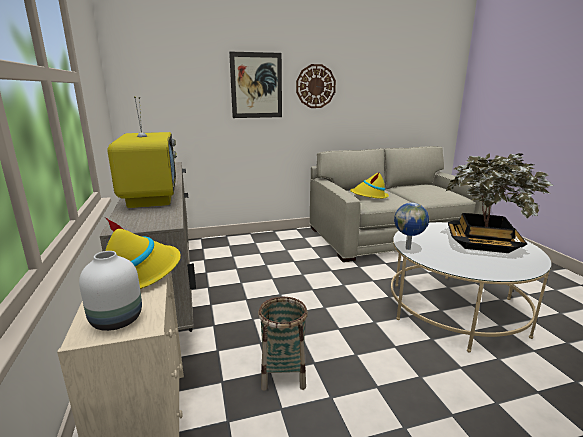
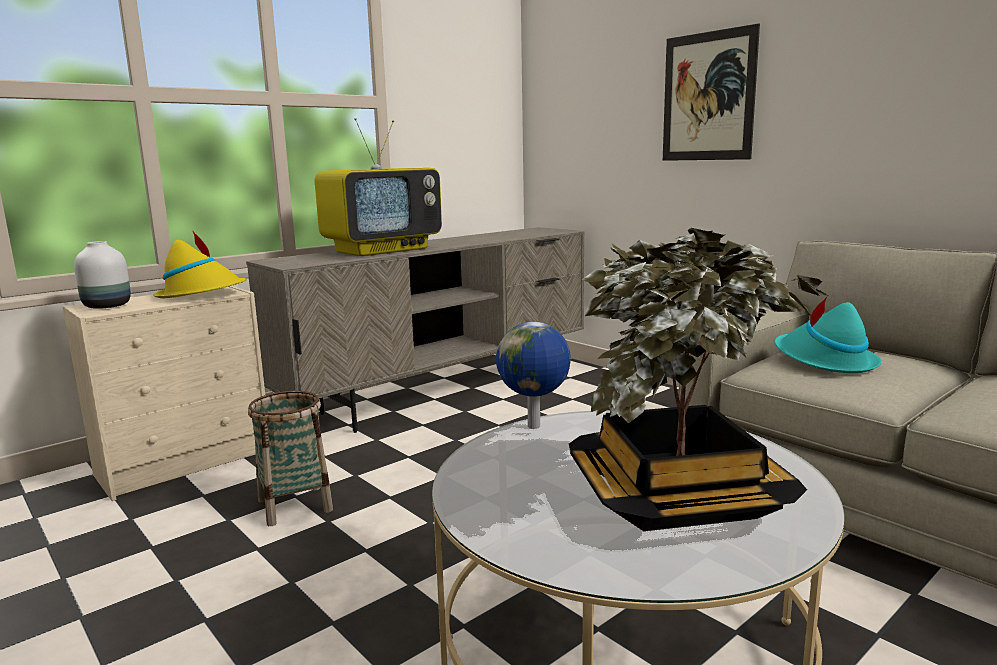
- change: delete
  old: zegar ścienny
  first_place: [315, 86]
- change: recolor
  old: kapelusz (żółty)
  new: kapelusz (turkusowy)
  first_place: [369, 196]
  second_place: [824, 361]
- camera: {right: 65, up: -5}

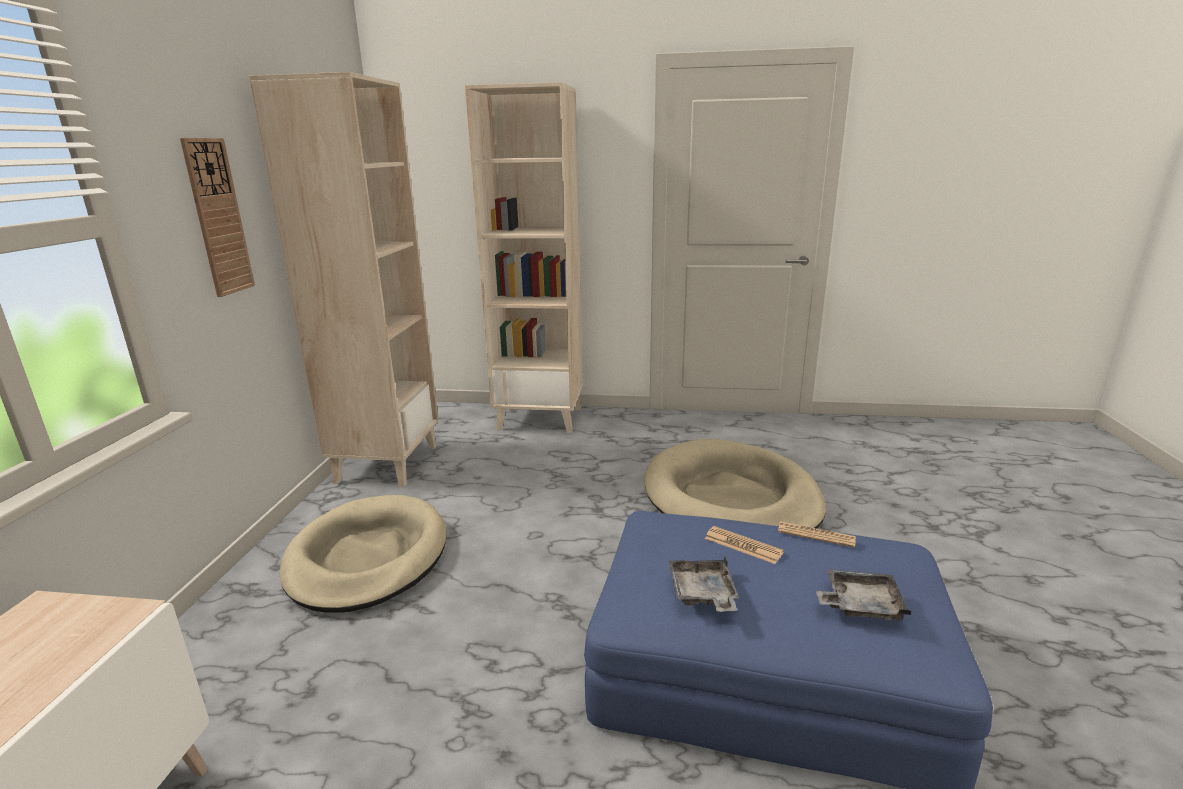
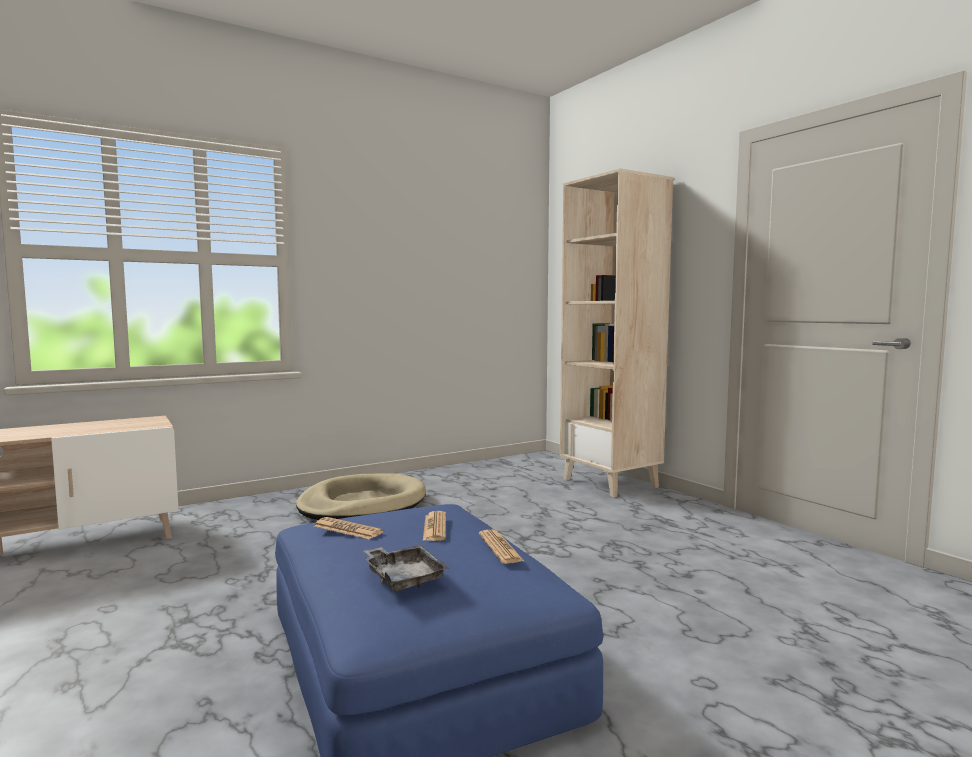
- change: delete
  old: regał (beżowy)
  first_place: [387, 463]
- change: delete
  old: zegar ścienny
  first_place: [218, 217]
- change: delete
  old: legowisko (beżowy)
  first_place: [731, 499]
- change: replace
  old: taca (szary)
  new: gazeta
  first_place: [702, 594]
  second_place: [348, 529]
- camera: {right: 50, up: -15}

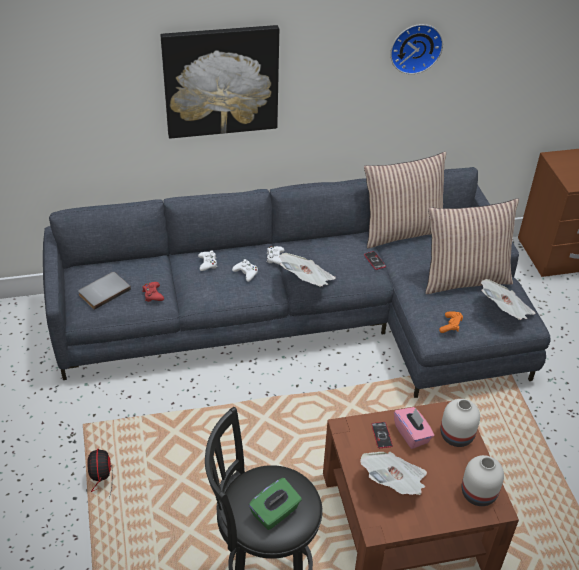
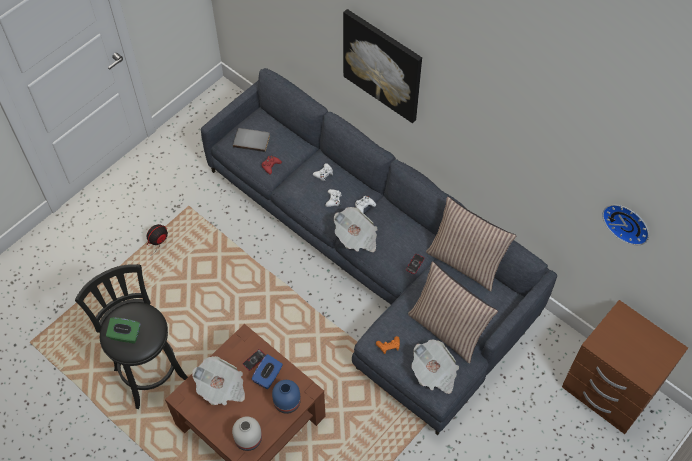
- change: move
  old: zegar ścienny
  first_place: [415, 47]
  second_place: [628, 222]
- change: recolor
  old: wazon (biały)
  new: wazon (niebieski)
  first_place: [456, 435]
  second_place: [287, 402]
- change: recolor
  old: pudełko chusteczek (różowy)
  new: pudełko chusteczek (niebieski)
  first_place: [412, 434]
  second_place: [268, 376]
- camera: {right: 55, up: 15}

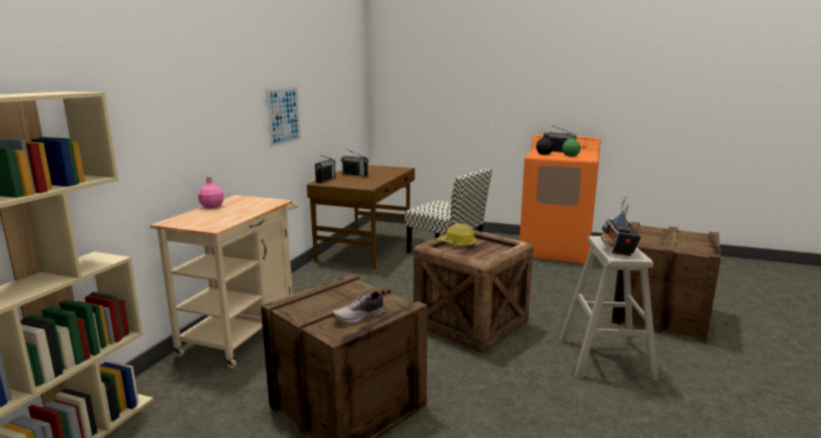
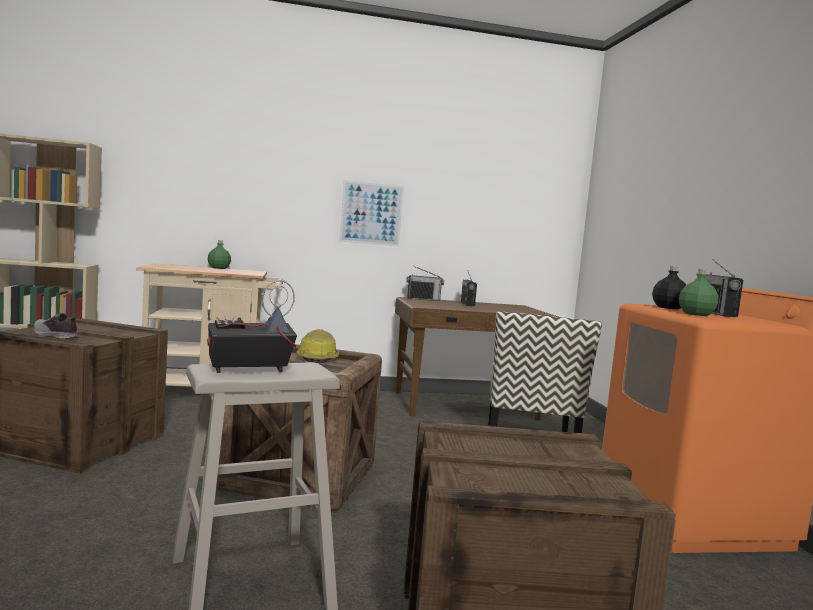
- change: recolor
  old: butelka (różowy)
  new: butelka (zielony)
  first_place: [212, 206]
  second_place: [219, 268]
- camera: {right: 60, up: -10}

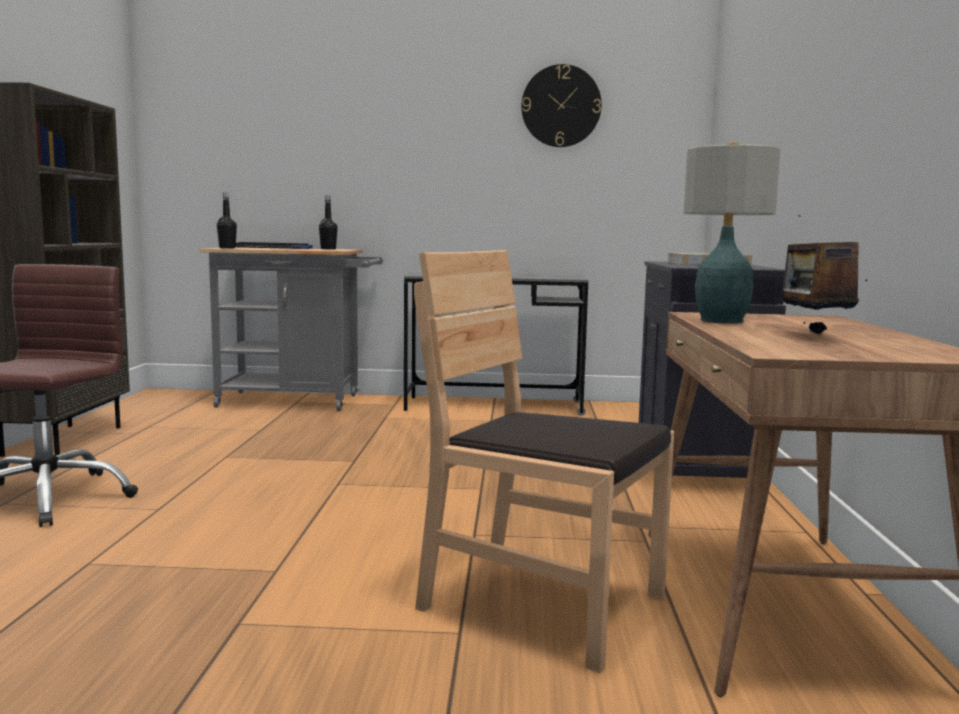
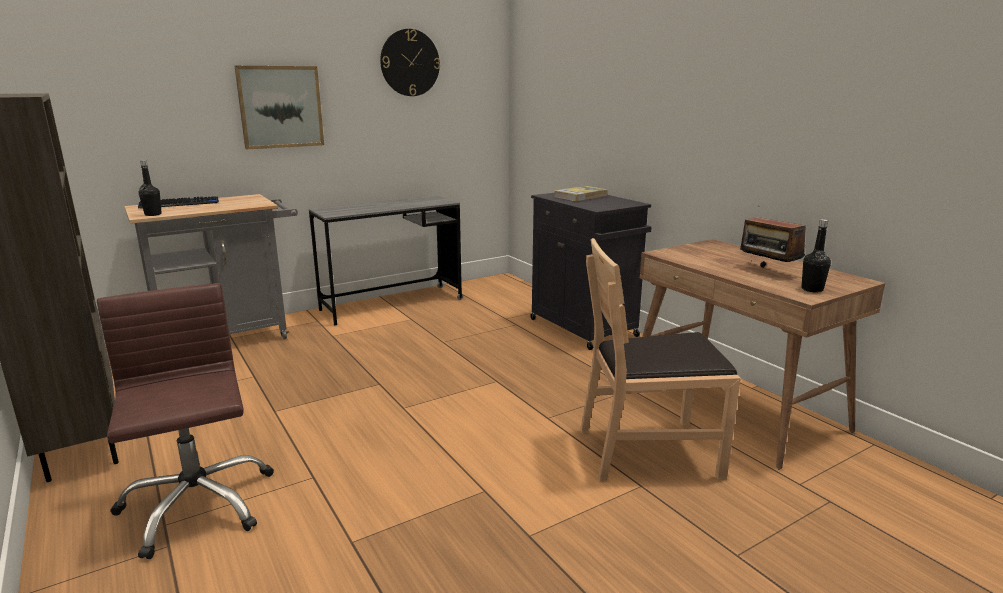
- change: delete
  old: lampa stołowa
  first_place: [721, 321]
- change: move
  old: butelka (czarny)
  first_place: [328, 249]
  second_place: [812, 289]
- change: insert
  new: obraz
  second_place: [280, 107]
- camera: {right: -35, up: 10}

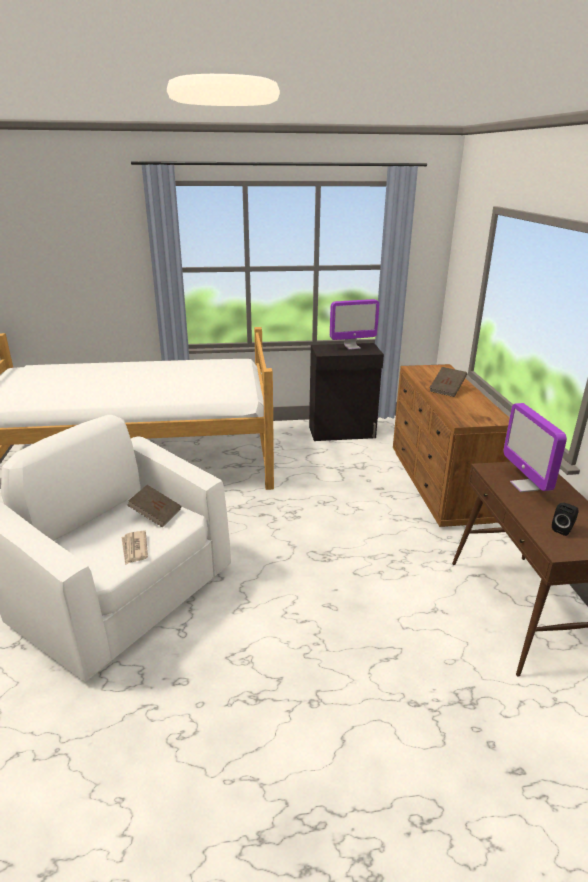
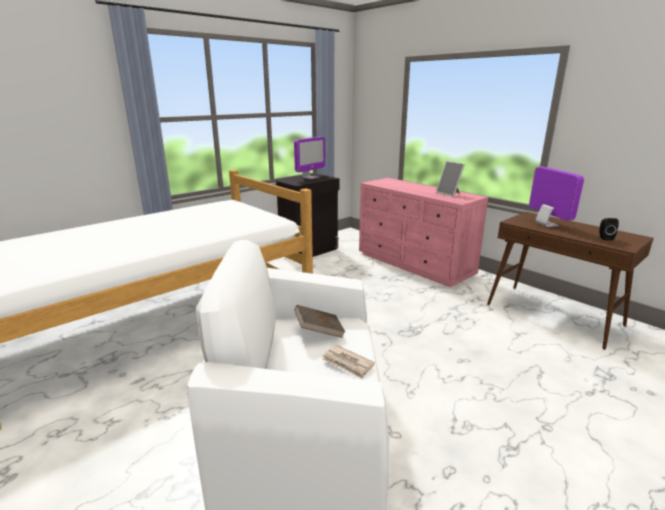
- change: recolor
  old: komoda (brązowy)
  new: komoda (różowy)
  first_place: [439, 484]
  second_place: [415, 264]
- change: delete
  old: książka (brązowy)
  first_place: [447, 390]
- change: rotate
  old: monitor
  first_place: [525, 486]
  second_place: [546, 224]
  degrees: -150
- change: insert
  new: ramka na zdjęcie
  second_place: [449, 193]
- camera: {right: -35, up: -5}

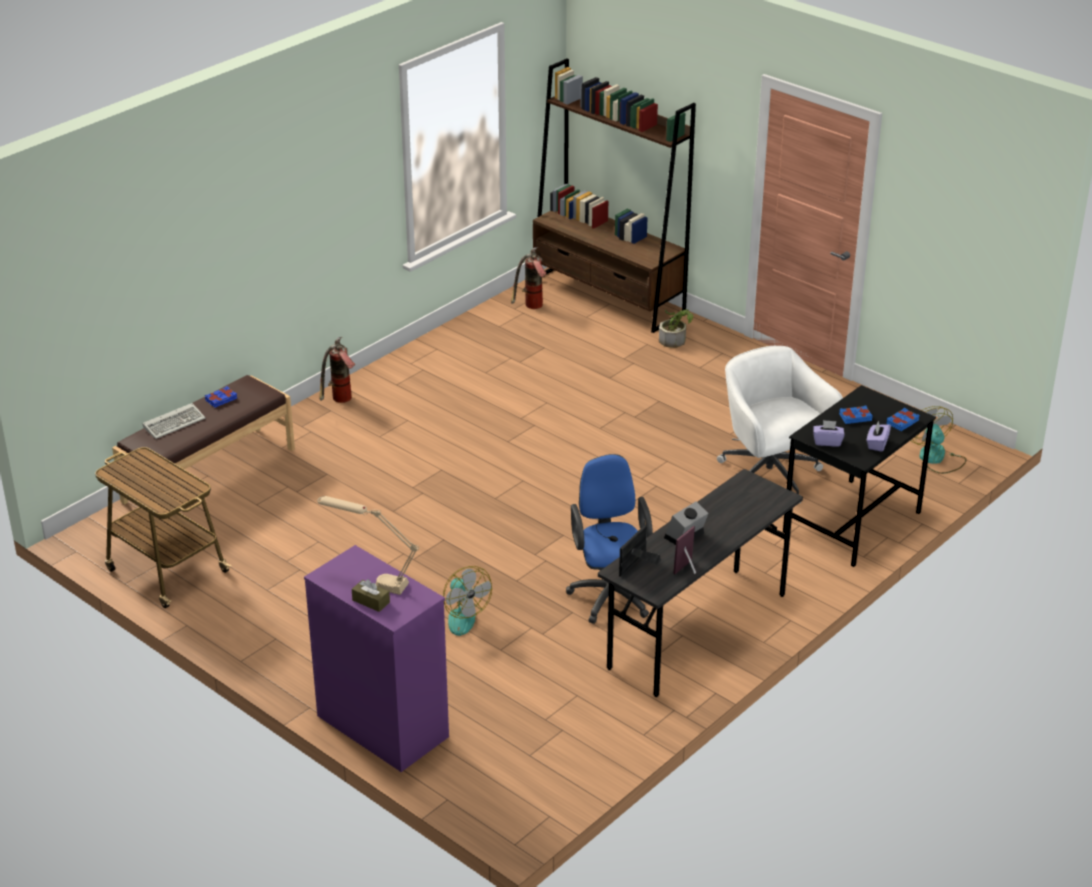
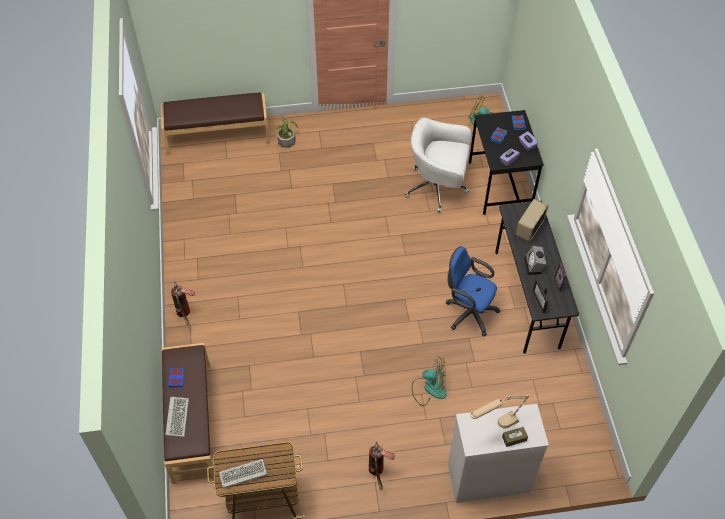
- change: replace
  old: regał (brązowy)
  new: ławka (brązowy)
  first_place: [608, 296]
  second_place: [218, 136]
- change: move
  old: gaśnica
  first_place: [530, 308]
  second_place: [378, 474]
- change: recolor
  old: komoda (fioletowy)
  new: komoda (biały)
  first_place: [381, 726]
  second_place: [487, 478]
- change: insert
  new: radio
  second_place: [529, 228]
- change: insert
  new: klawiatura
  second_place: [242, 475]
- camera: {right: -50, up: 20}

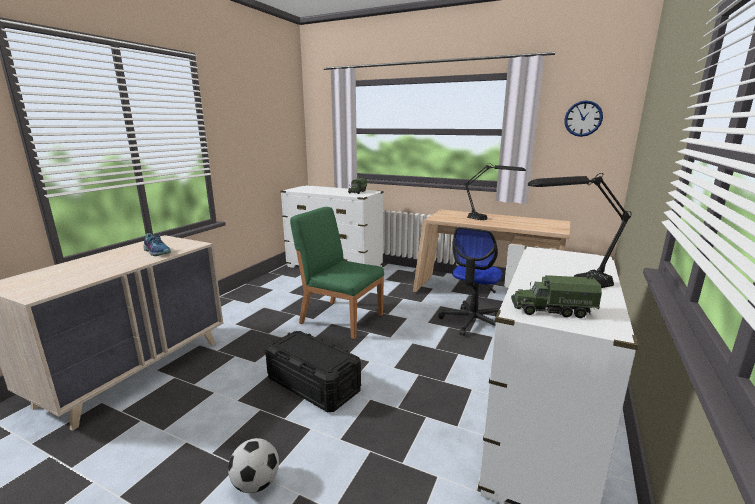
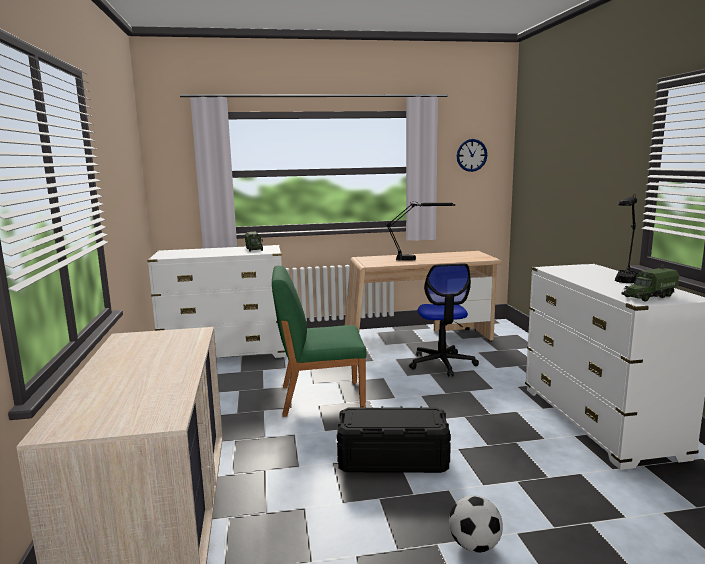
- change: delete
  old: but
  first_place: [157, 251]
- camera: {right: -35, up: -5}

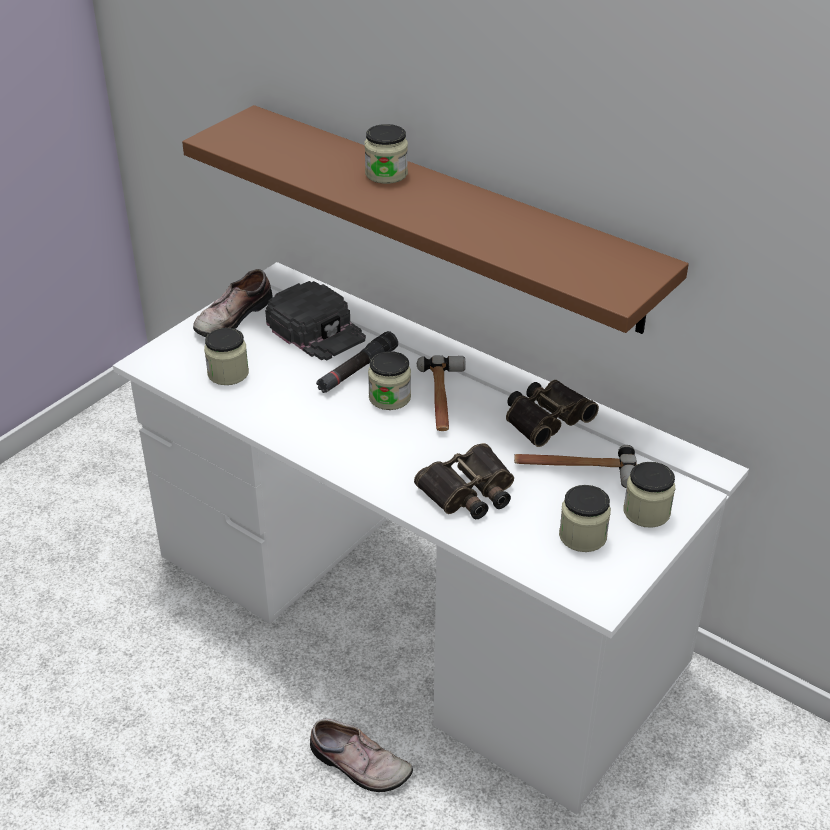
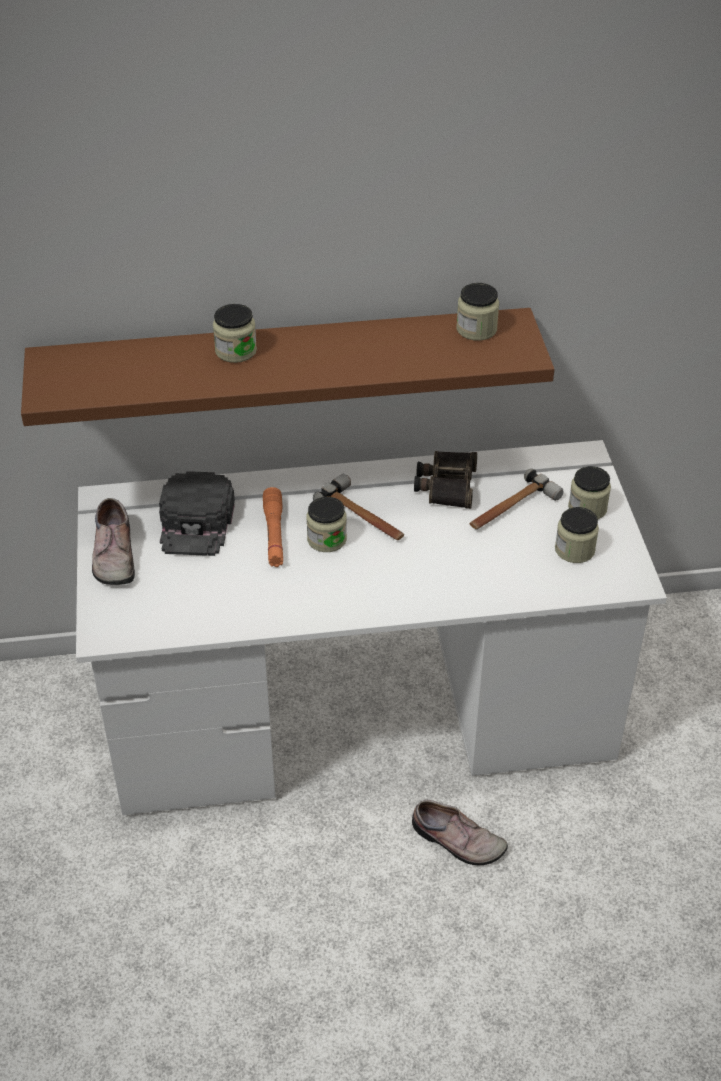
- change: rotate
  old: czapka z daszkiem (czarny)
  first_place: [317, 329]
  second_place: [197, 522]
  degrees: 90
- change: move
  old: słoik
  first_place: [228, 373]
  second_place: [476, 329]
- change: recolor
  old: latarka (czarny)
  new: latarka (pomarańczowy)
  first_place: [357, 370]
  second_place: [274, 534]
- change: delete
  old: lornetka
  first_place: [469, 492]
- change: rotate
  old: but
  first_place: [358, 766]
  second_place: [457, 842]
  degrees: 45
- camera: {right: -45, up: 5}

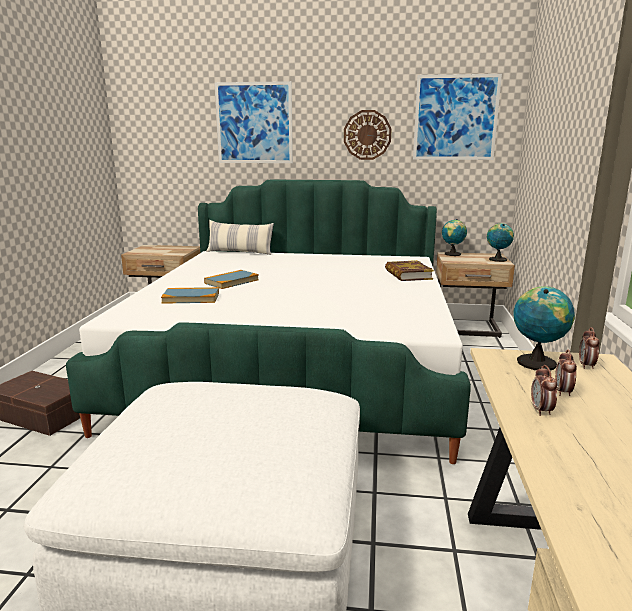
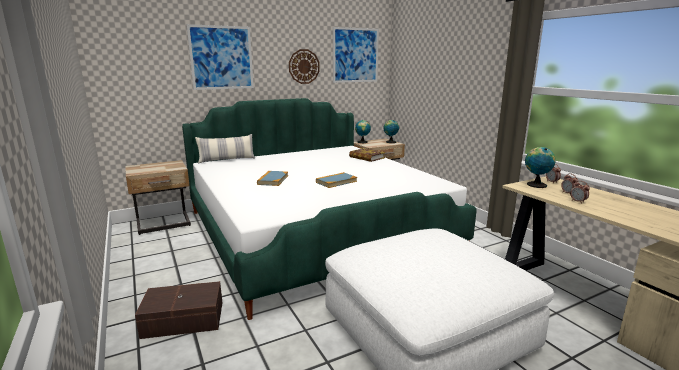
- change: move
  old: książka
  first_place: [191, 298]
  second_place: [336, 182]
- camera: {right: -35, up: 0}

